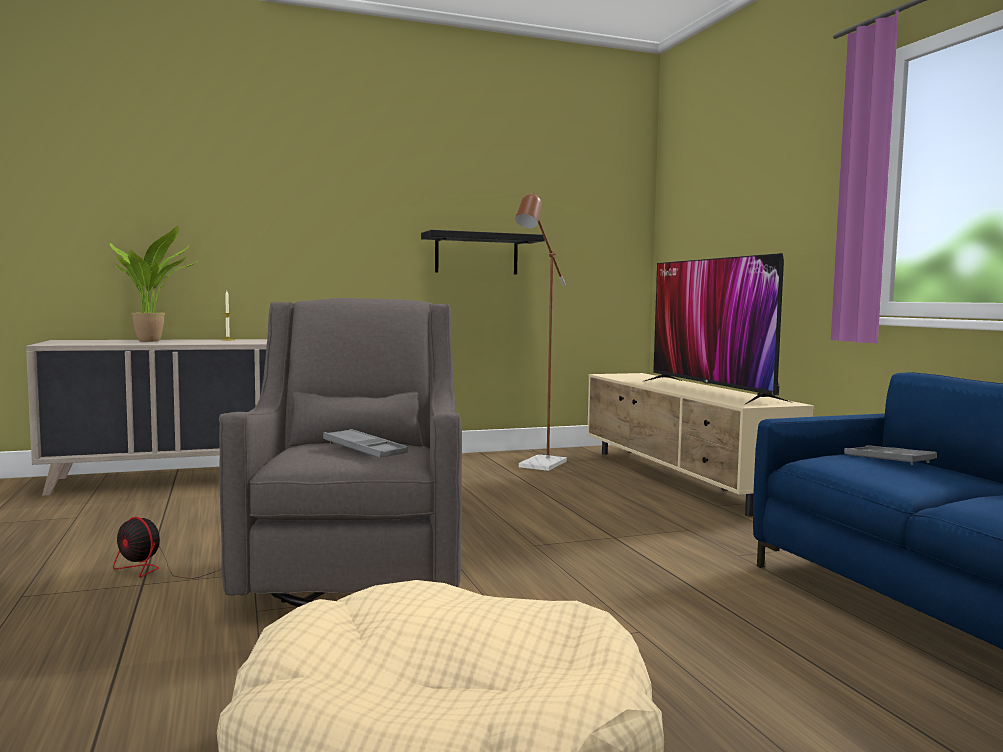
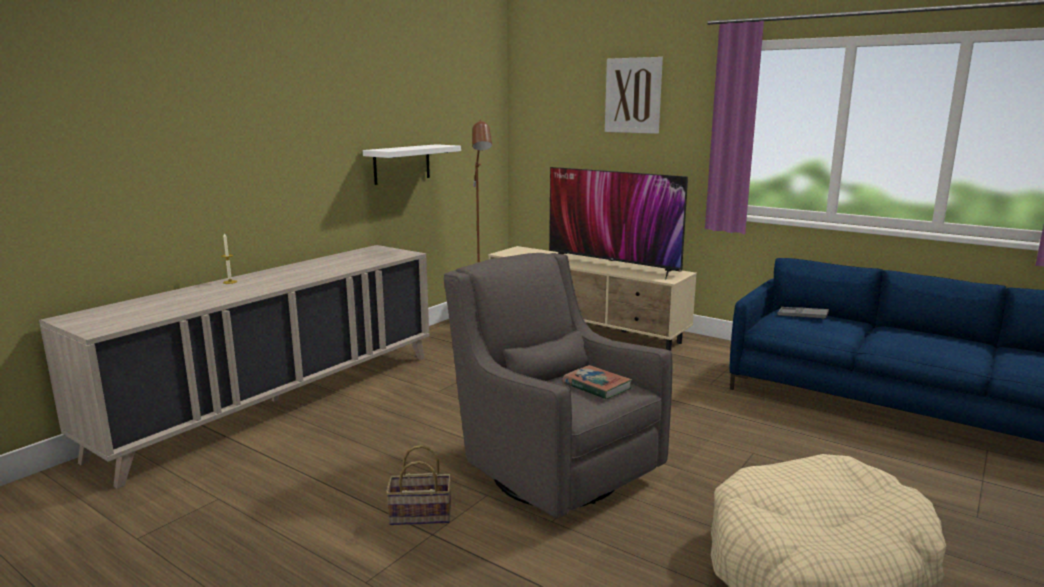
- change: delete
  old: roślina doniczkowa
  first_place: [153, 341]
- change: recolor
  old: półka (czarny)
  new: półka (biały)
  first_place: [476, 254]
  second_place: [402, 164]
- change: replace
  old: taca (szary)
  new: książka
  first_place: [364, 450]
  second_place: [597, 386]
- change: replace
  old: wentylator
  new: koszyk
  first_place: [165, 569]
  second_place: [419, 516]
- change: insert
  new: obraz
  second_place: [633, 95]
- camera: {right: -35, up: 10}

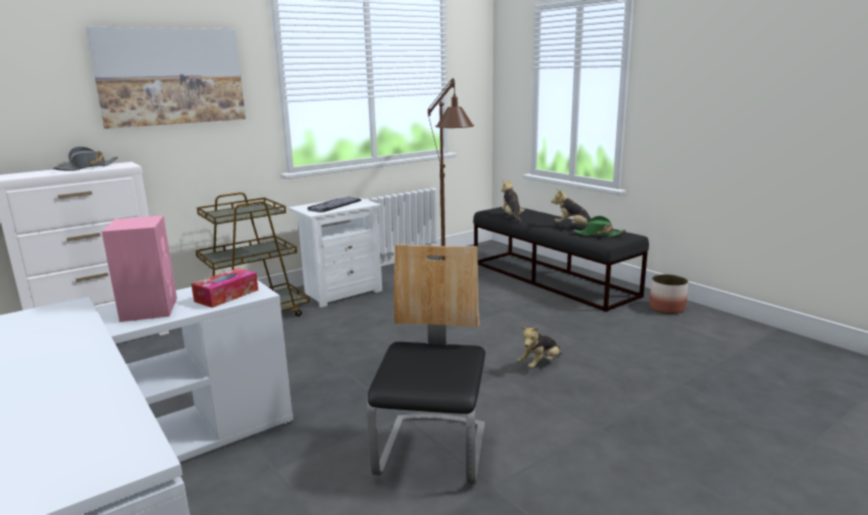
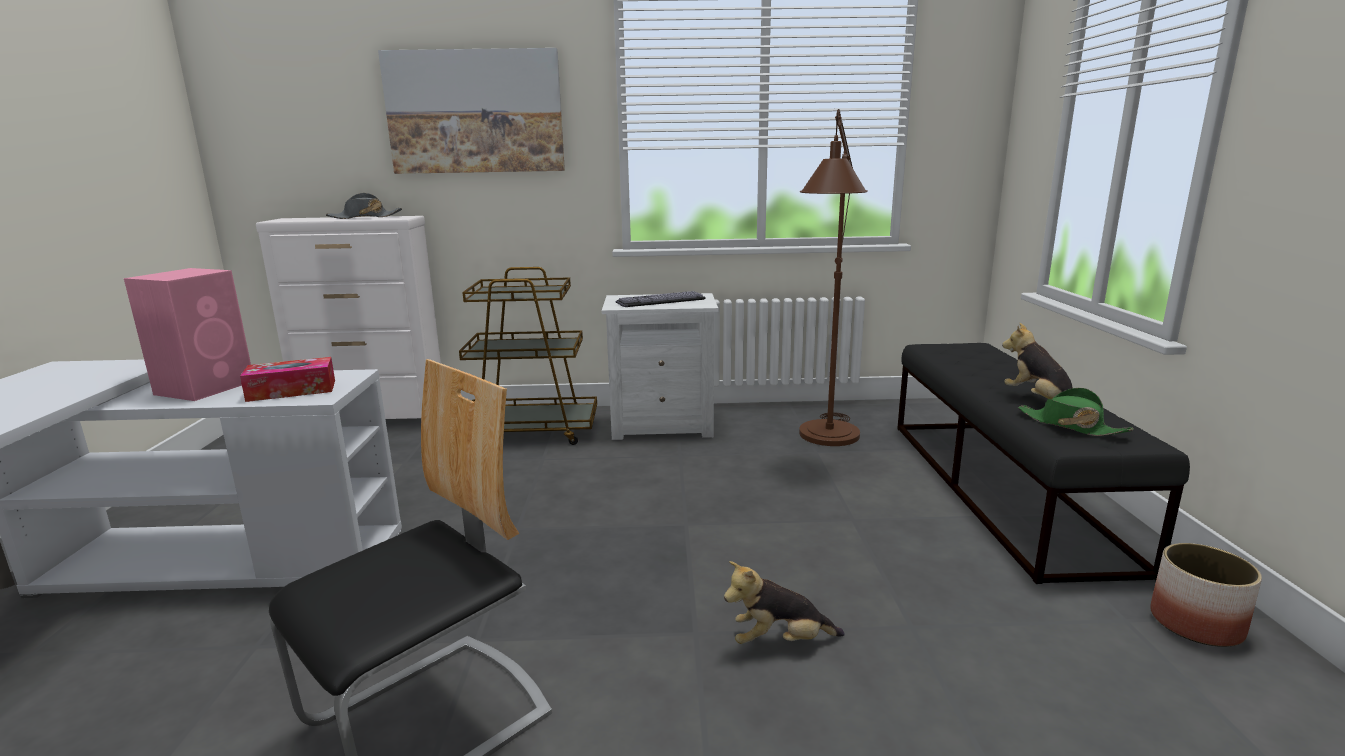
- change: delete
  old: pluszak
  first_place: [512, 217]
- camera: {right: 35, up: 0}

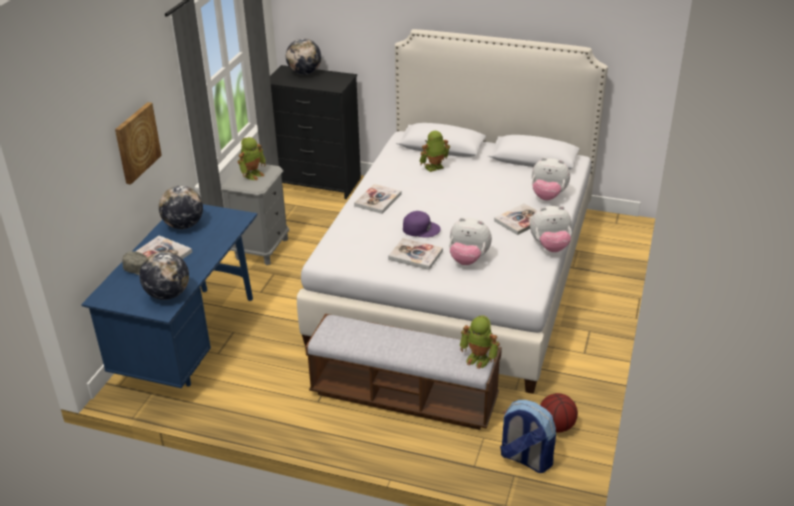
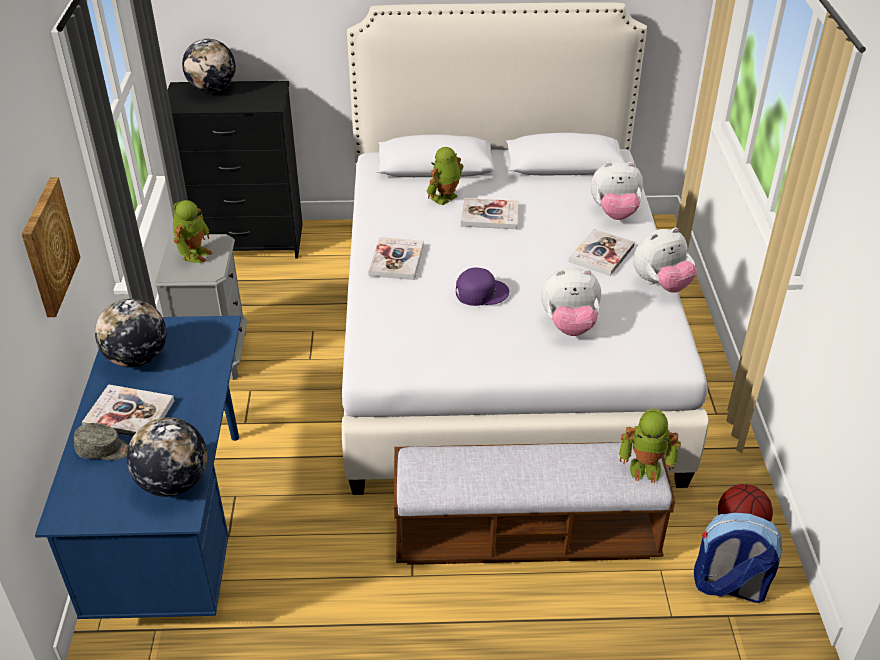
- change: move
  old: książka
  first_place: [415, 255]
  second_place: [489, 215]
- camera: {right: -20, up: 5}

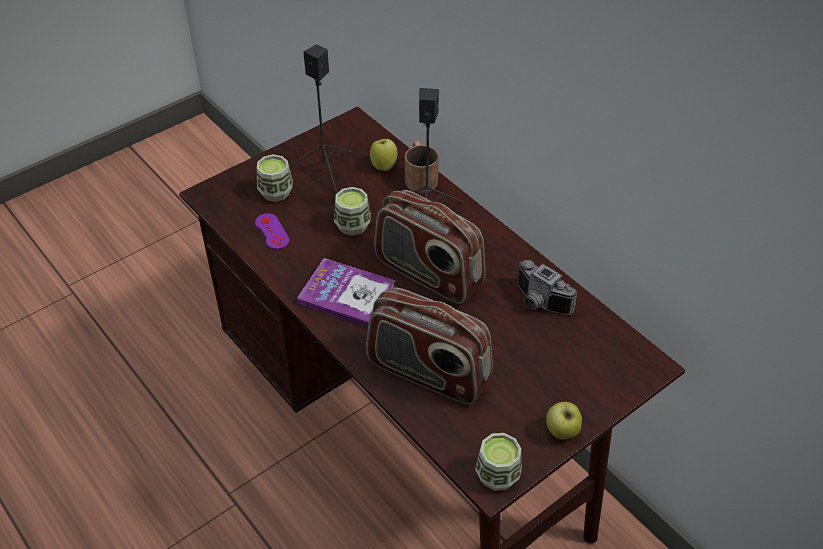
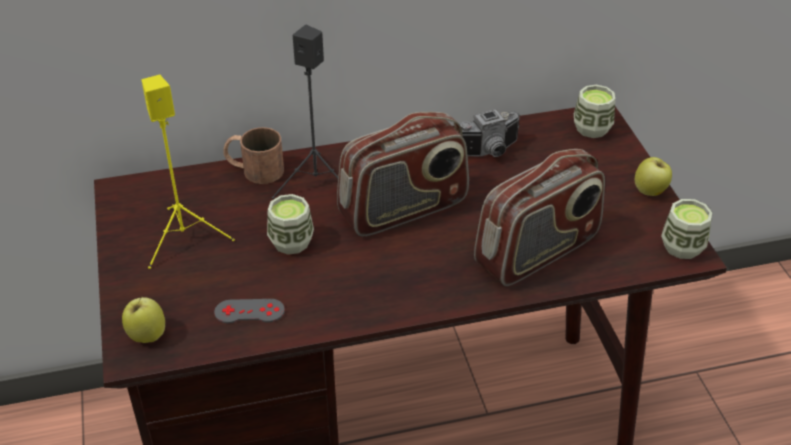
- change: recolor
  old: głośnik (czarny)
  new: głośnik (żółty)
  first_place: [325, 172]
  second_place: [185, 238]
- change: move
  old: jabłko
  first_place: [383, 166]
  second_place: [147, 335]
- change: move
  old: filiżanka
  first_place: [276, 192]
  second_place: [592, 128]
- change: recolor
  old: pad do gier (fioletowy)
  new: pad do gier (szary)
  first_place: [272, 231]
  second_place: [249, 311]
- change: delete
  old: książka
  first_place: [346, 294]
- camera: {right: -65, up: -5}

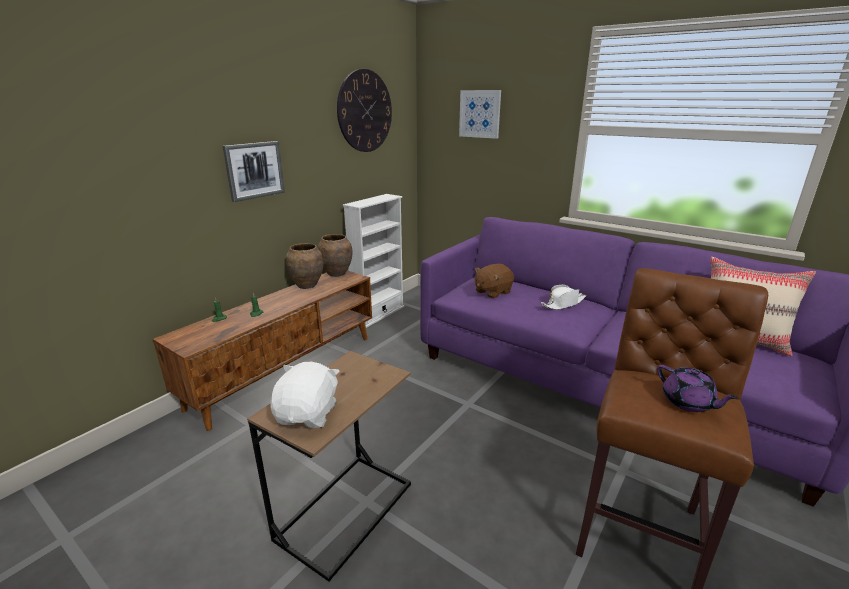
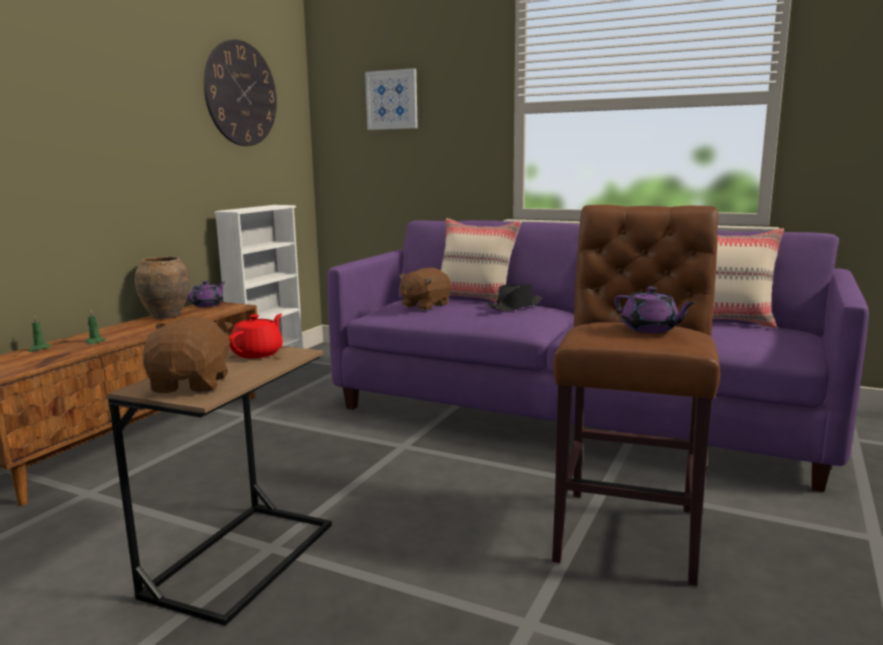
- change: delete
  old: obraz
  first_place: [254, 170]
- change: replace
  old: wazon (brązowy)
  new: imbryk (fioletowy)
  first_place: [336, 274]
  second_place: [208, 305]
- change: recolor
  old: kapelusz (biały)
  new: kapelusz (czarny)
  first_place: [563, 303]
  second_place: [515, 307]
- change: recolor
  old: pluszak (biały)
  new: pluszak (brązowy)
  first_place: [308, 414]
  second_place: [192, 384]
- change: insert
  new: poduszka (beżowy)
  second_place: [475, 299]
- change: insert
  new: imbryk (czerwony)
  second_place: [258, 353]
- camera: {right: -10, up: -10}

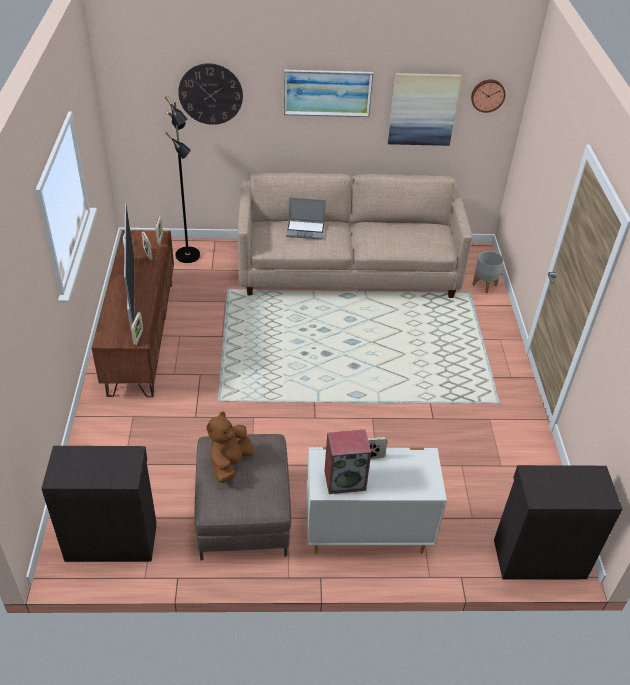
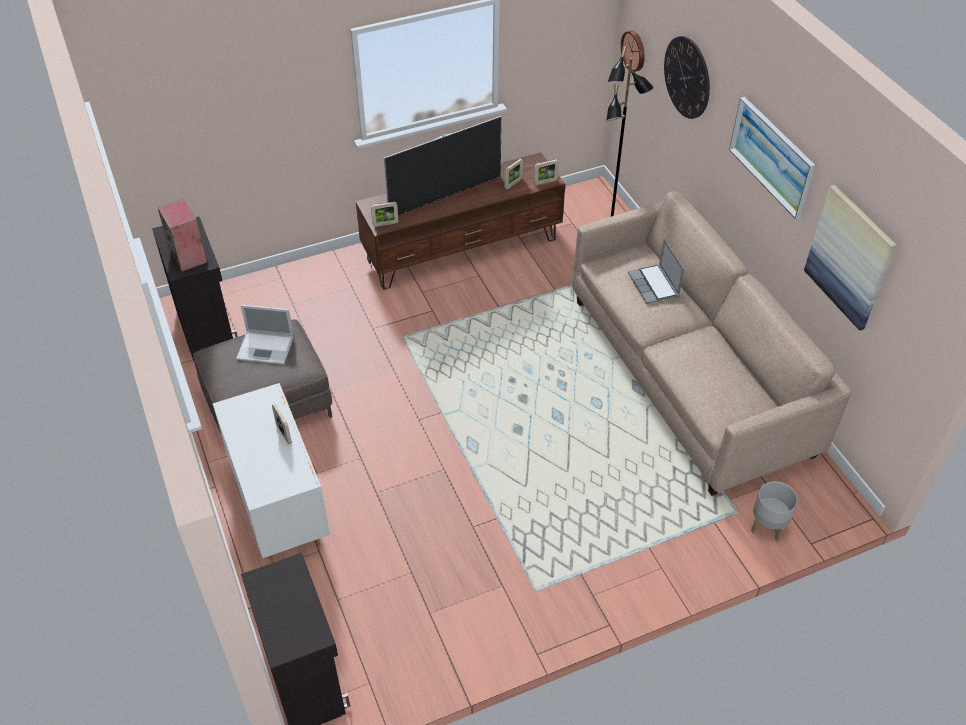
- change: move
  old: zegar ścienny
  first_place: [487, 95]
  second_place: [634, 50]
- change: replace
  old: pluszak (brązowy)
  new: laptop
  first_place: [229, 463]
  second_place: [266, 347]
- change: move
  old: głośnik
  first_place: [345, 480]
  second_place: [189, 256]
- camera: {right: 70, up: 5}

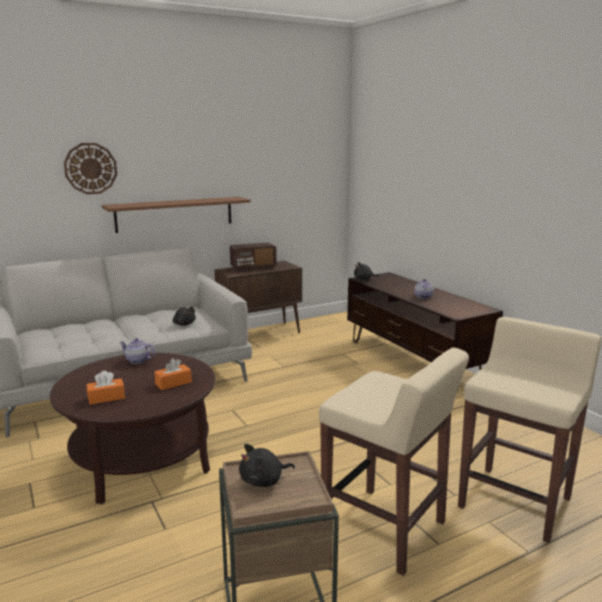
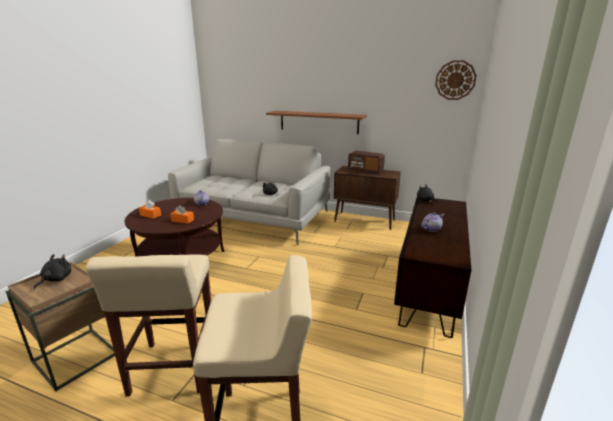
- change: move
  old: zegar ścienny
  first_place: [90, 168]
  second_place: [455, 80]
- change: rotate
  old: pluszak (czarny)
  first_place: [264, 481]
  second_place: [56, 279]
  degrees: 90
- camera: {right: 50, up: 5}

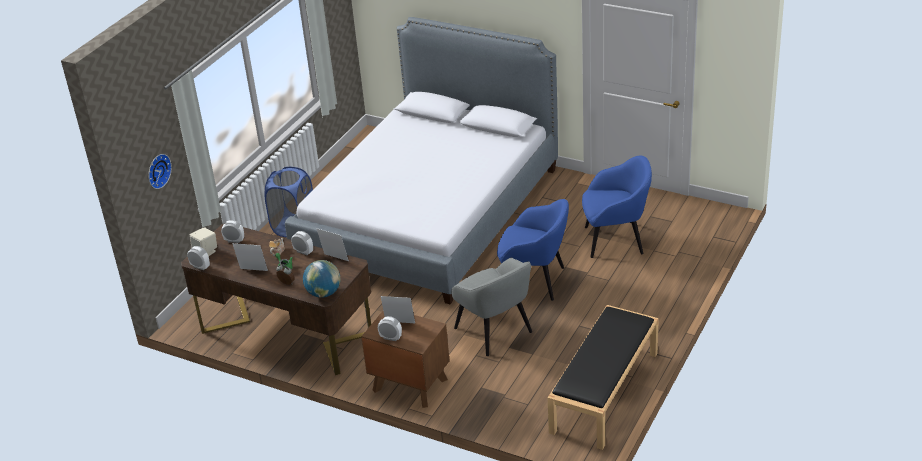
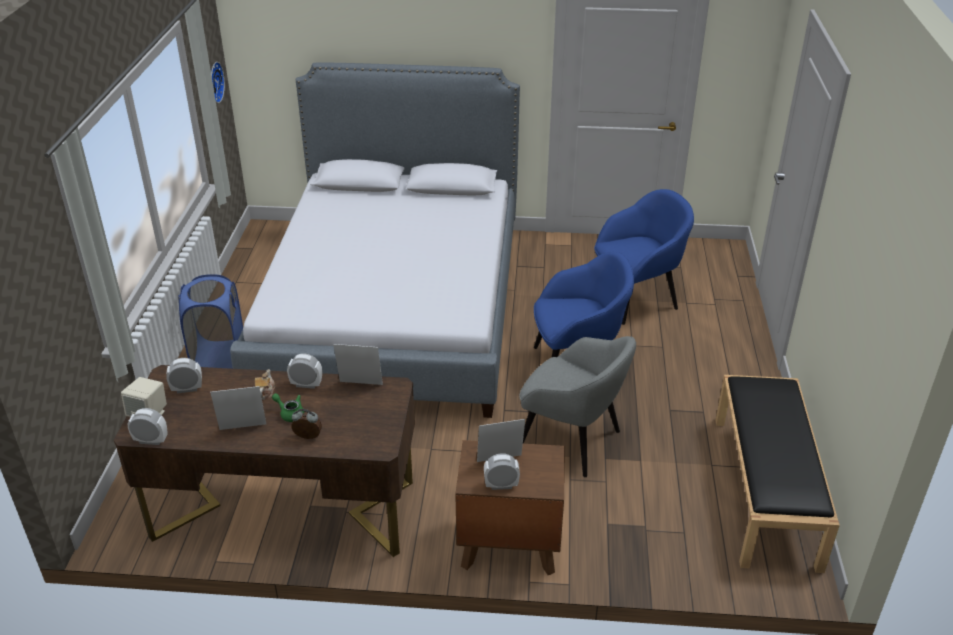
- change: move
  old: zegar ścienny
  first_place: [157, 170]
  second_place: [214, 82]
- change: delete
  old: globus
  first_place: [324, 293]
- camera: {right: -25, up: 0}

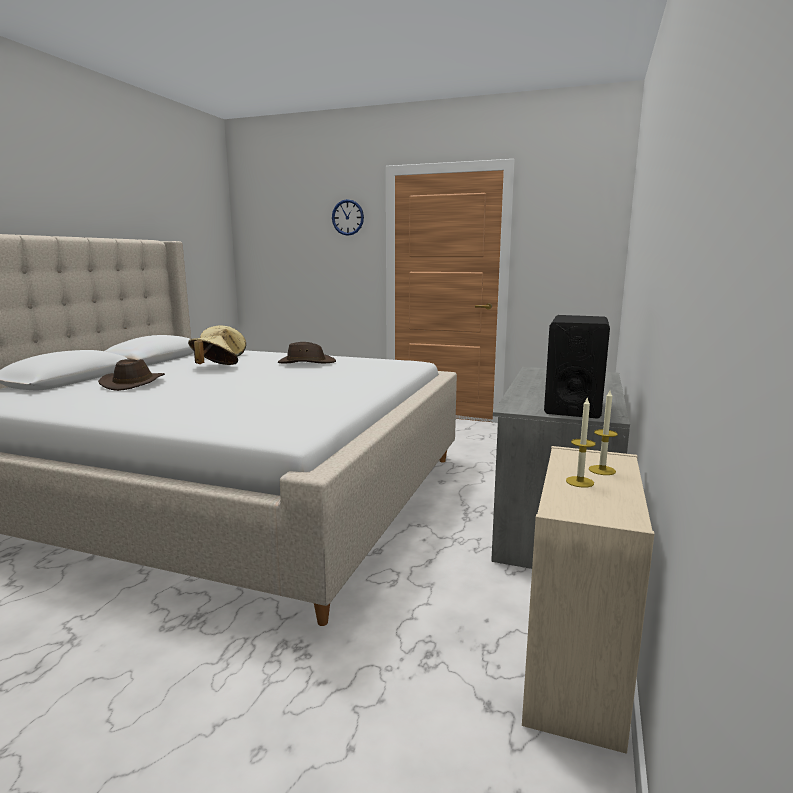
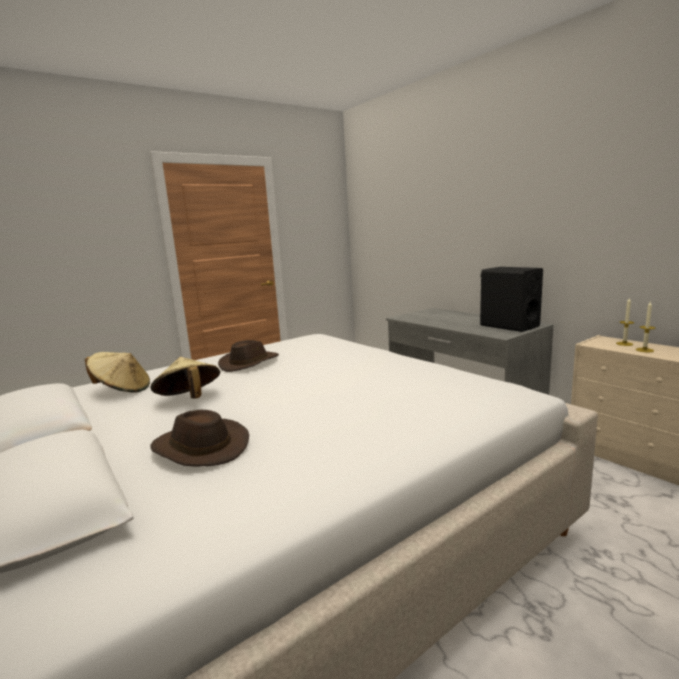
- change: delete
  old: zegar ścienny
  first_place: [347, 217]
- camera: {right: -55, up: 0}

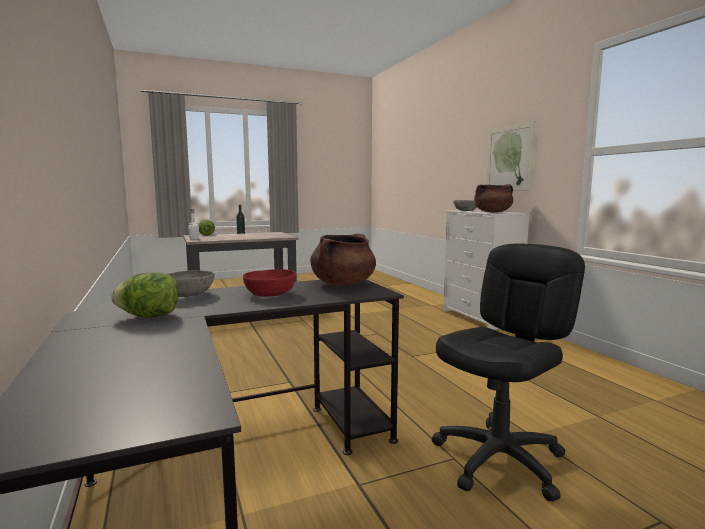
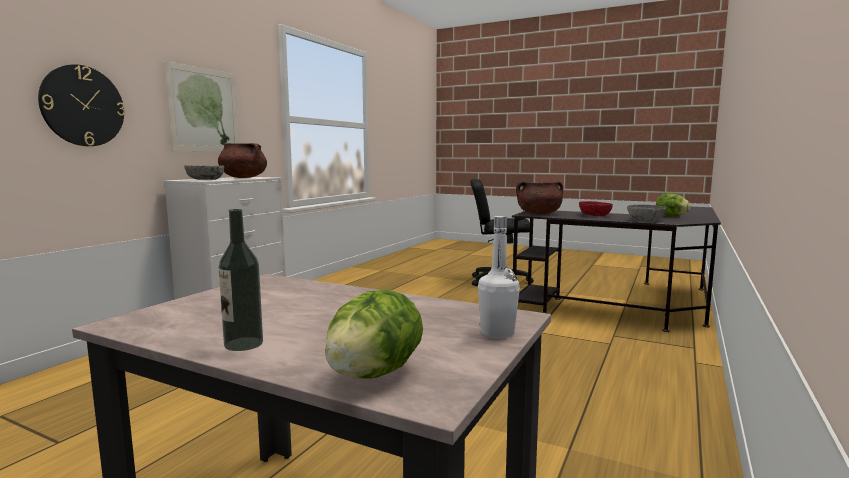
- change: insert
  new: zegar ścienny
  second_place: [83, 106]
- camera: {right: -130, up: 0}

